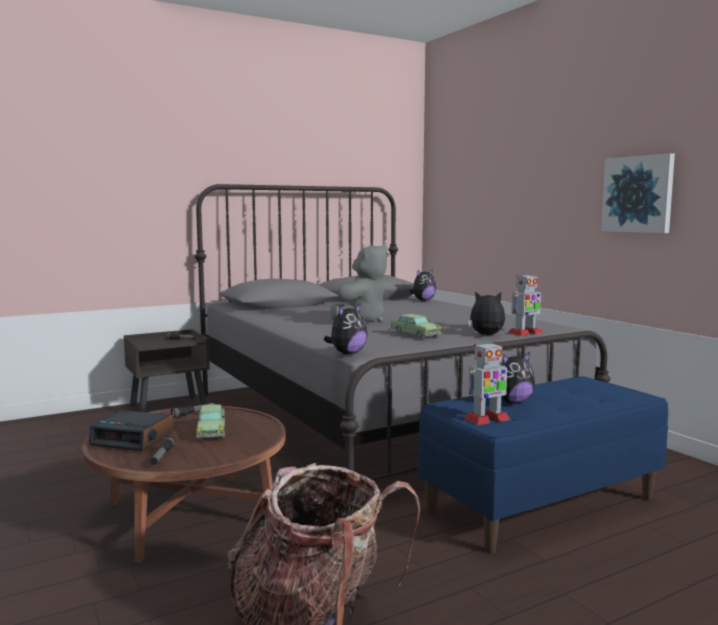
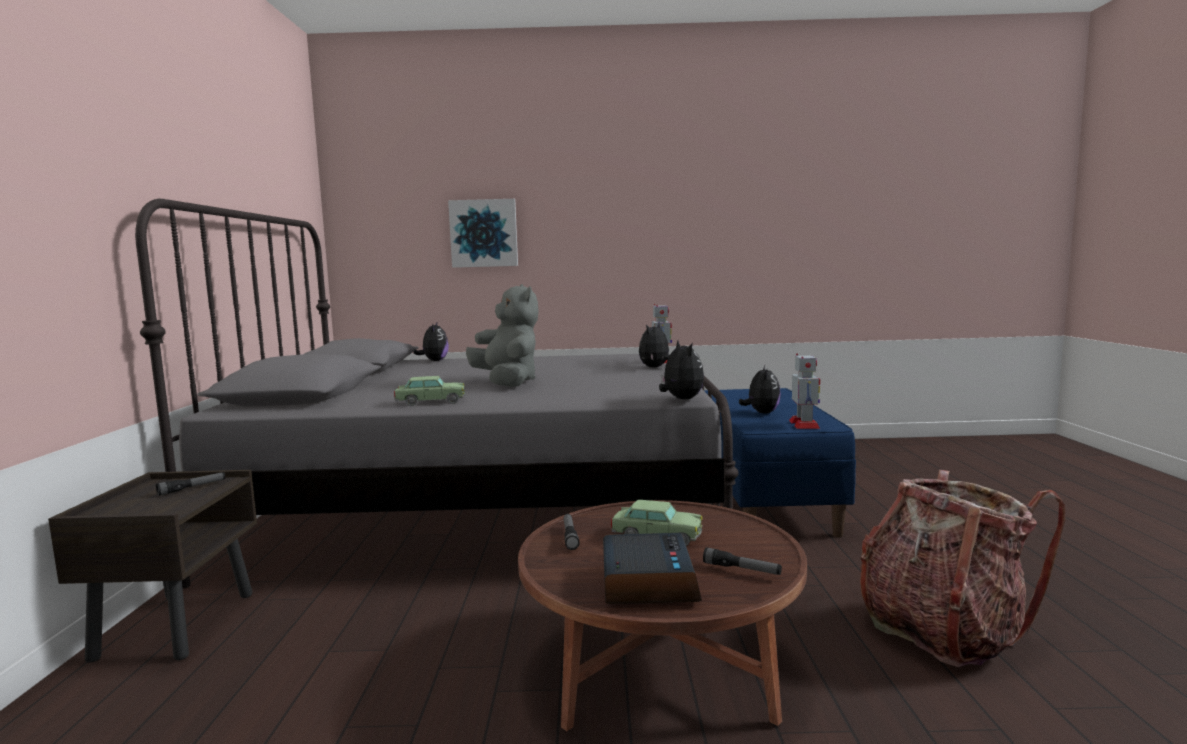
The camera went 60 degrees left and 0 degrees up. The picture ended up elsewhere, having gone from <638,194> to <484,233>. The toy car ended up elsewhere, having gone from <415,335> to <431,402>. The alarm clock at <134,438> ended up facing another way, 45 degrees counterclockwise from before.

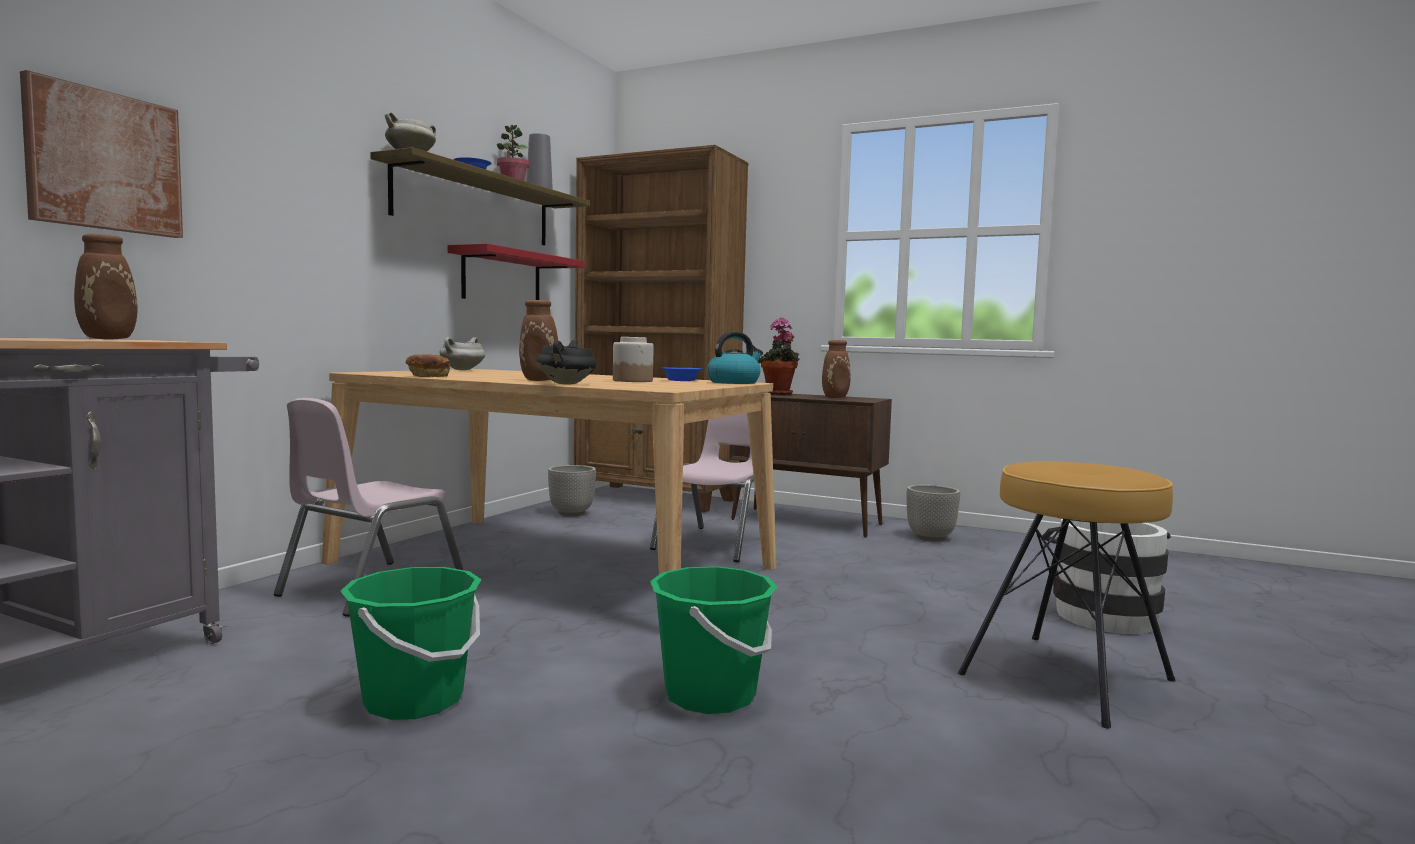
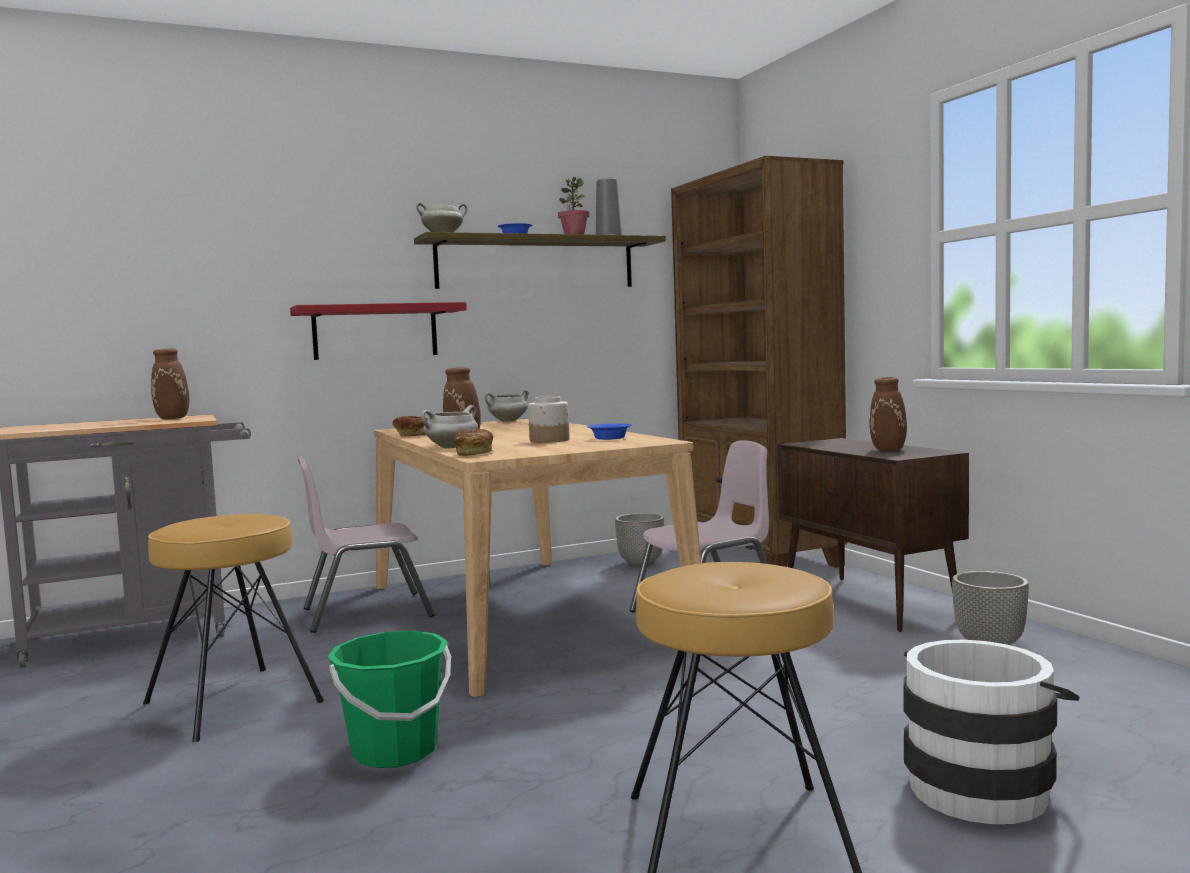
The camera went 40 degrees right and 0 degrees up. The second view lost the picture at <104,161>. The shelf (red) ended up elsewhere, having gone from <502,278> to <375,331>. The second view lost the potted plant at <778,394>. The second view lost the kettle at <734,382>. What was the cooking pot (black) at <566,384> turned into the cooking pot (white) at <451,447>. Where the bucket (green) stood at <414,700>, the stool (brown) came to stand at <234,701>. The second view gained the bread at <475,453>.

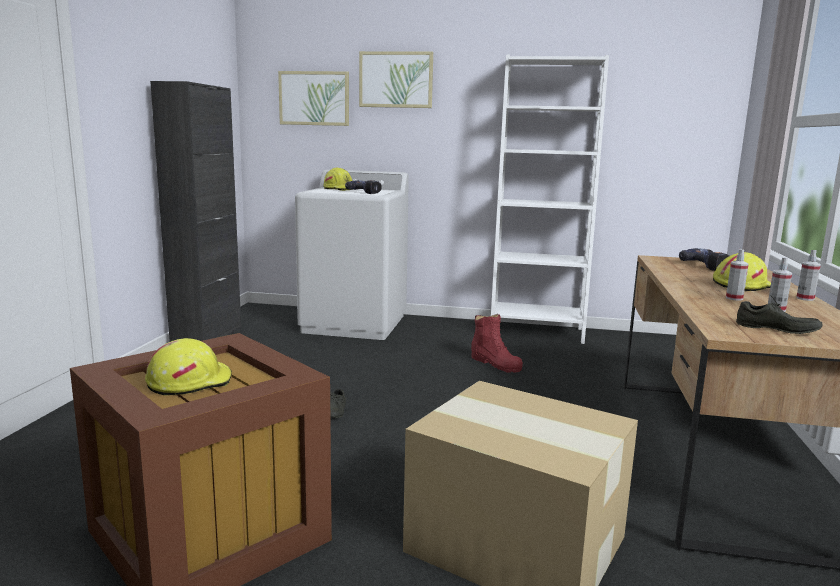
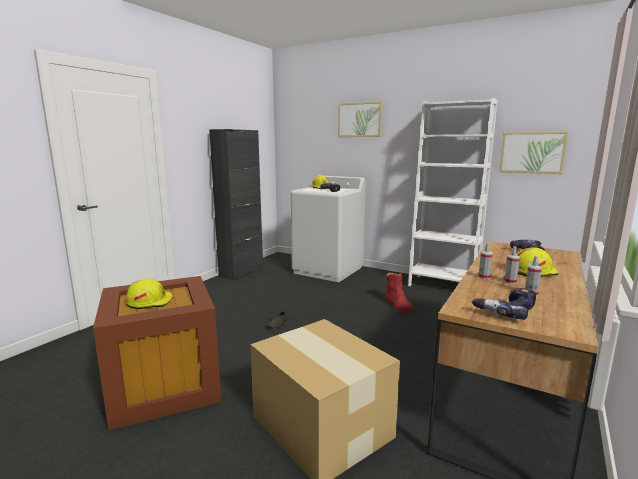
The camera went 20 degrees right and 0 degrees up. The picture ended up elsewhere, having gone from <314,98> to <532,152>. The spray bottle ended up elsewhere, having gone from <805,298> to <484,277>. Where the shoe (grey) stood at <777,329>, the power drill came to stand at <505,310>.

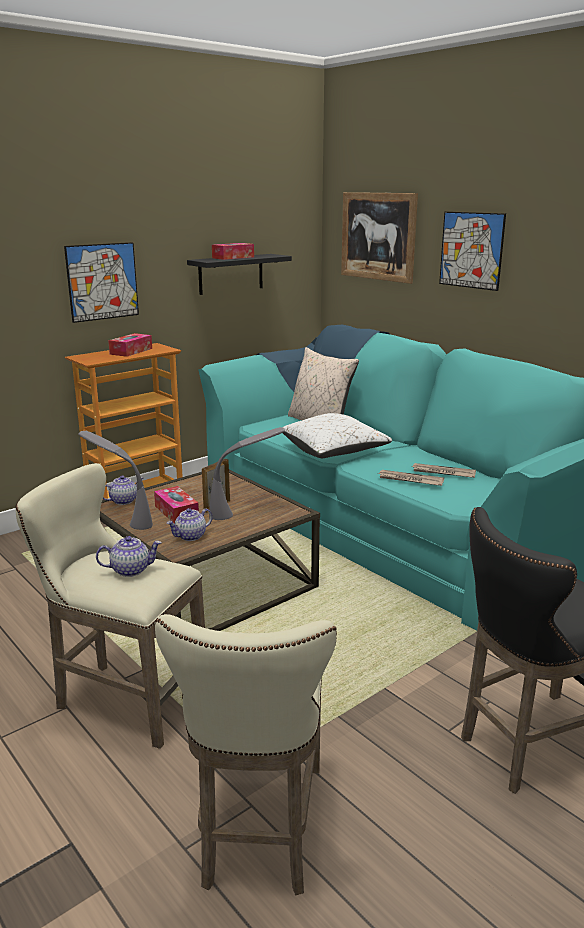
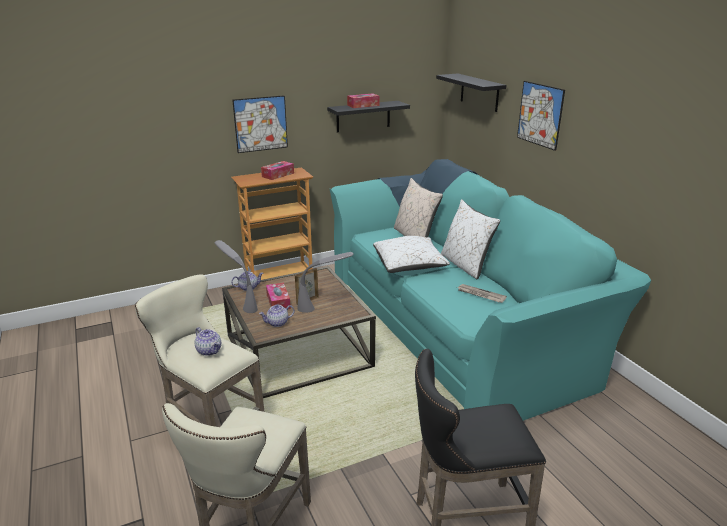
The camera went 15 degrees right and 5 degrees up. Where the picture hung at <378,236>, the shelf (black) came to hang at <479,92>. The second view lost the newspaper at <410,480>. The teapot at <131,570> ended up facing another way, 45 degrees clockwise from before. The second view gained the pillow (white) at <465,265>.

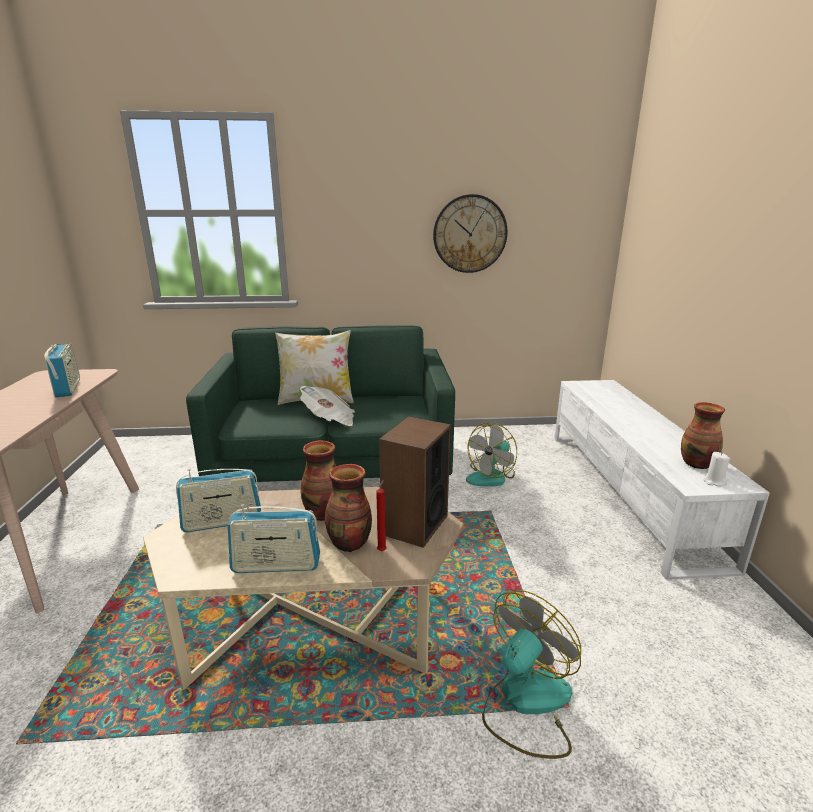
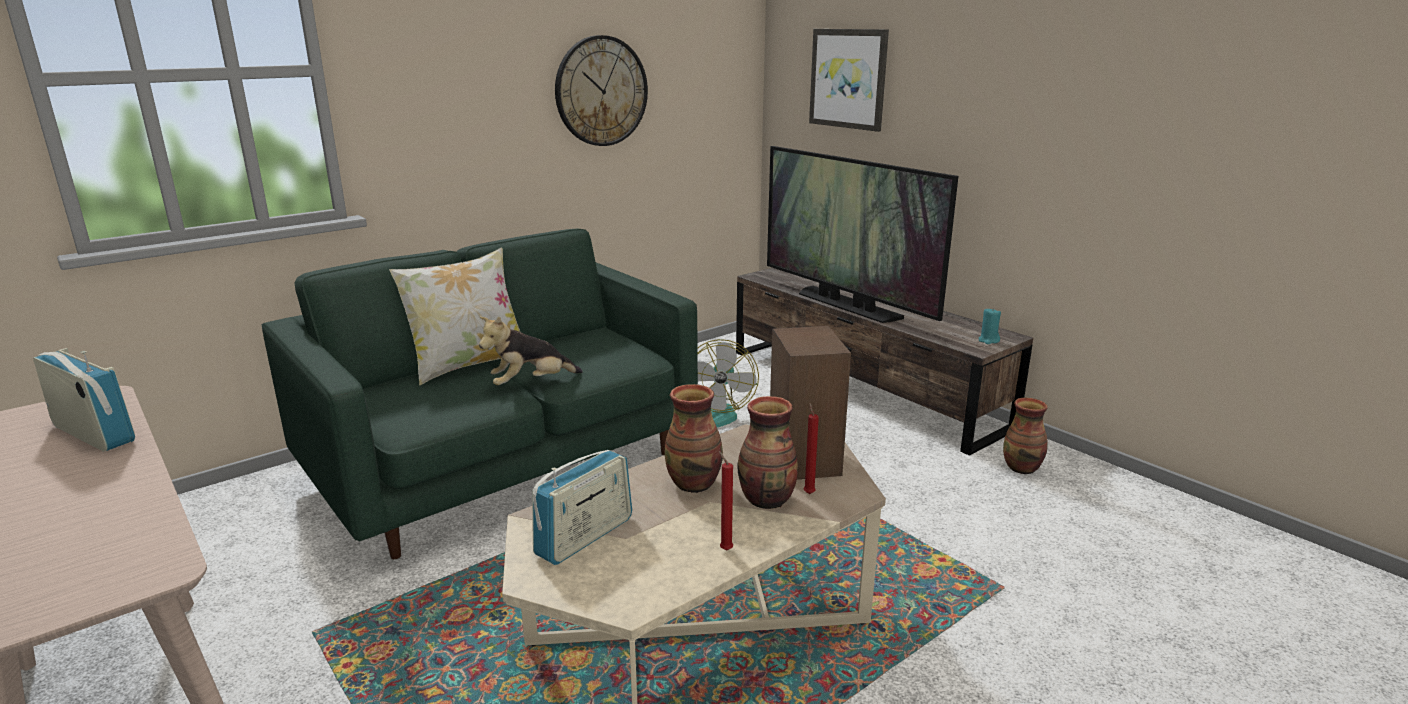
The camera went 35 degrees left and 0 degrees up. What was the tv stand (white) at <628,492> turned into the tv stand (brown) at <863,388>. Where the newspaper stood at <329,419>, the plush toy came to stand at <530,383>. The vase ended up elsewhere, having gone from <697,464> to <1022,468>. What was the candle (white) at <714,482> turned into the candle (turquoise) at <988,340>. Where the radio stood at <276,565>, the candle (red) came to stand at <724,549>. The second view lost the fan at <526,703>. The second view gained the picture at <848,79>. The second view gained the television at <847,305>.

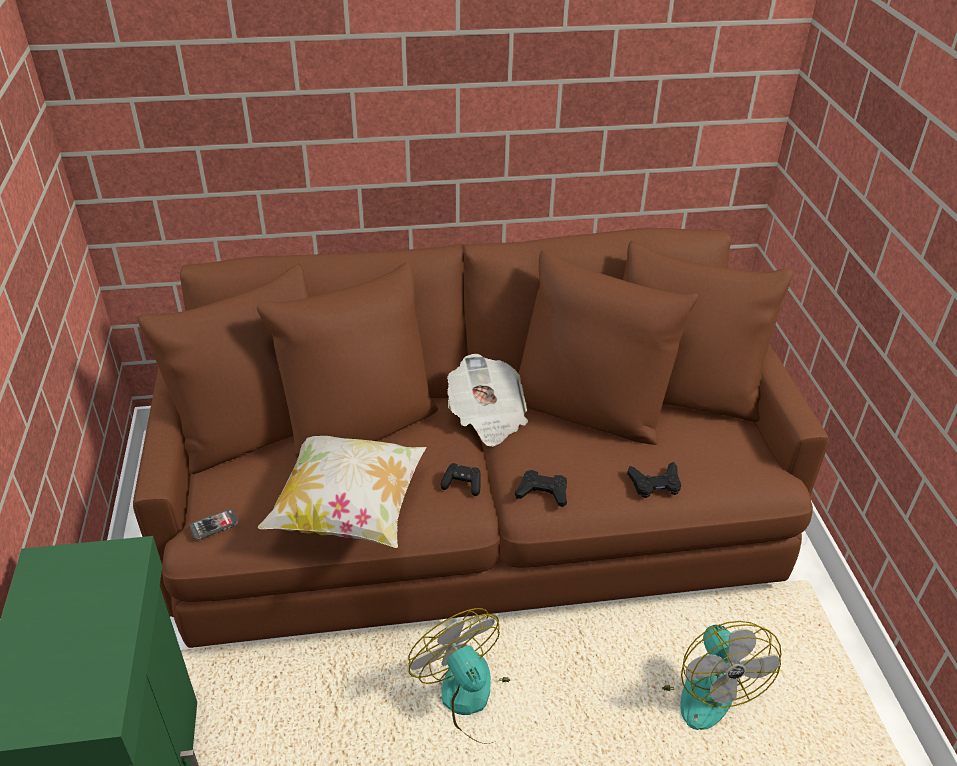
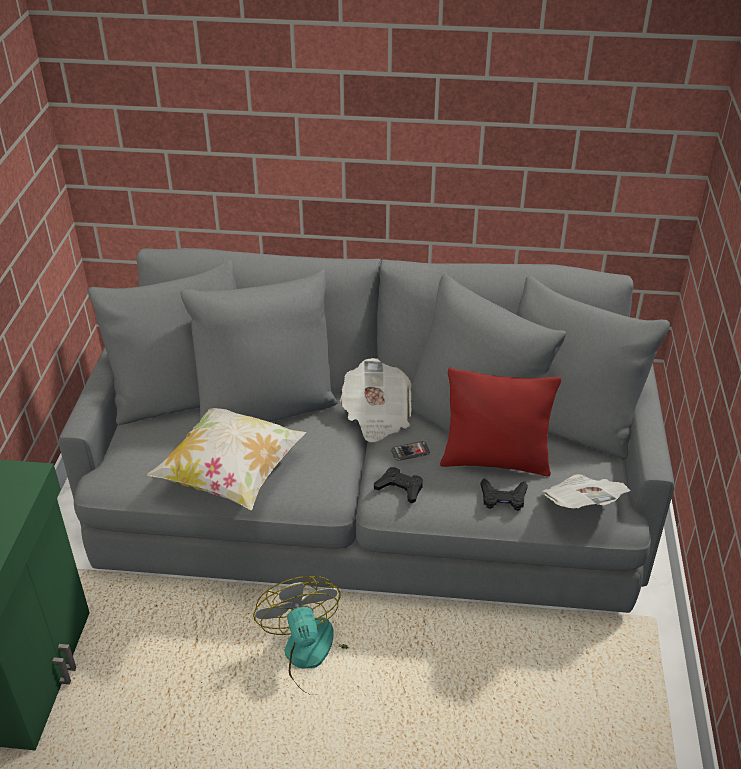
The camera went 15 degrees right and 0 degrees up. What was the sofa (brown) at <475,504> turned into the sofa (grey) at <370,495>. The second view lost the game controller (black) at <462,485>. The phone ended up elsewhere, having gone from <214,525> to <410,452>. The second view lost the fan at <699,684>. The second view gained the pillow (red) at <495,461>. The second view gained the newspaper at <582,506>.

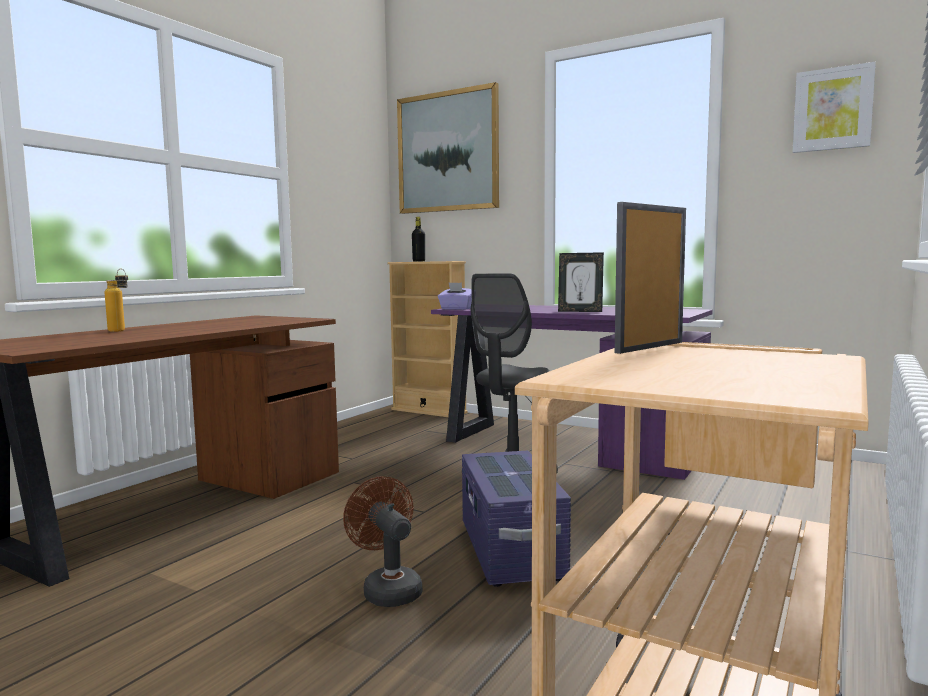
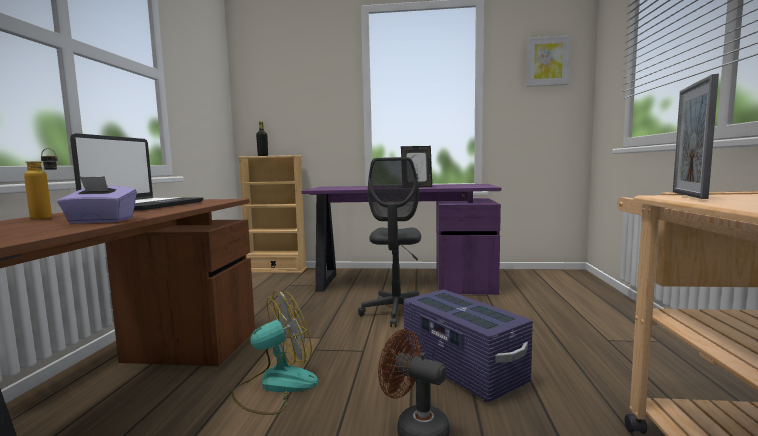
The camera went 25 degrees left and 0 degrees up. The second view lost the picture at <448,152>. The tissue box (purple) ended up elsewhere, having gone from <456,309> to <101,221>. The second view gained the laptop at <145,206>. The second view gained the fan at <275,386>.

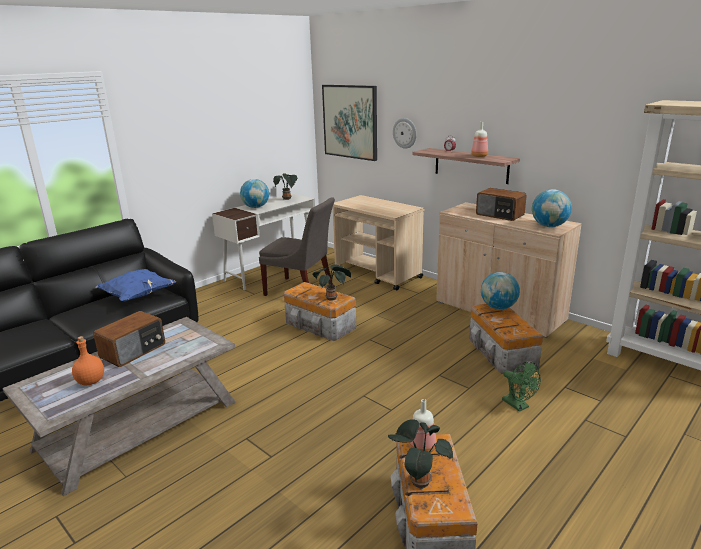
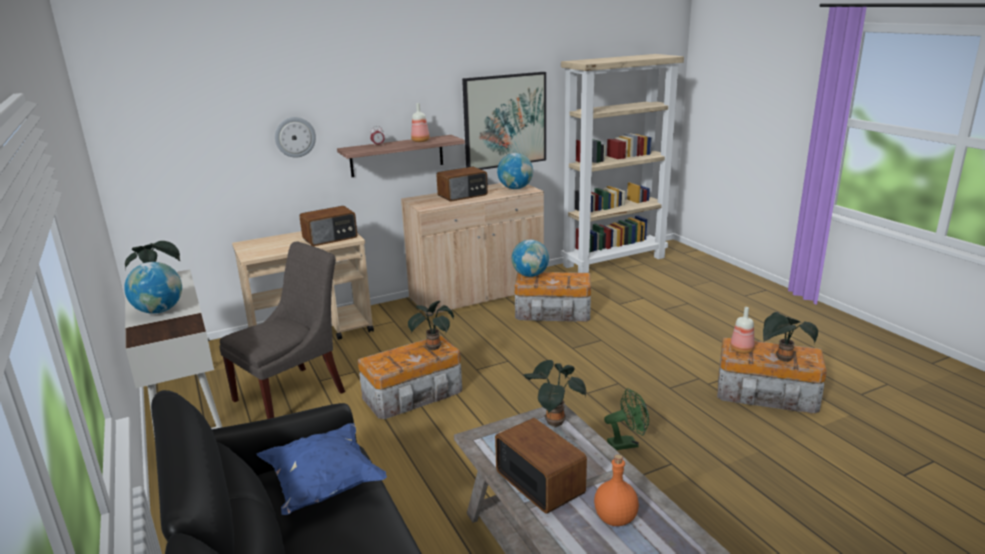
The camera went 70 degrees left and 0 degrees up. The picture ended up elsewhere, having gone from <350,121> to <505,121>. The fan (green) ended up elsewhere, having gone from <518,405> to <627,443>. The second view gained the radio at <330,238>. The second view gained the potted plant at <553,421>.

